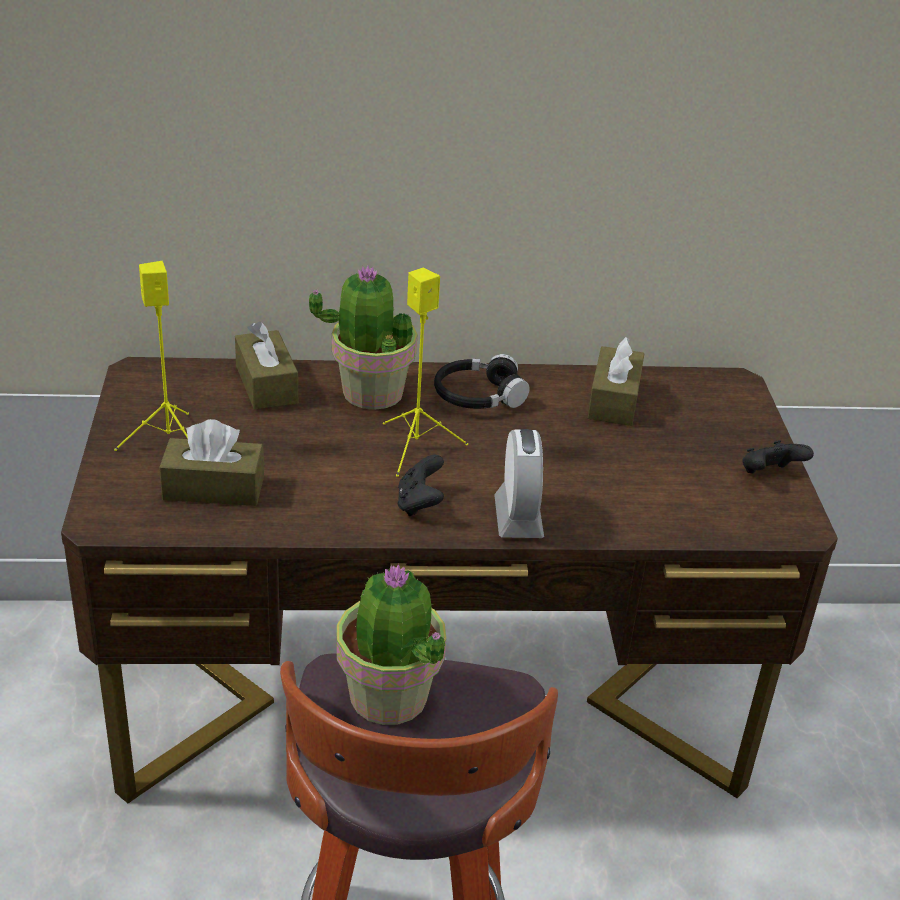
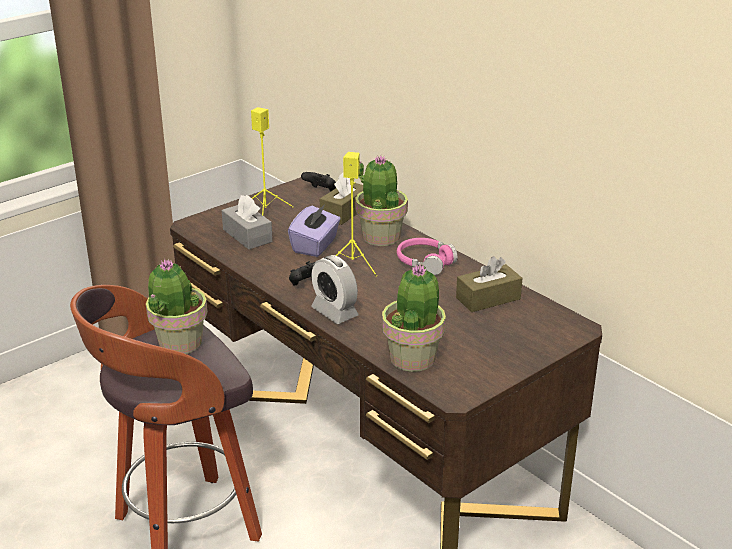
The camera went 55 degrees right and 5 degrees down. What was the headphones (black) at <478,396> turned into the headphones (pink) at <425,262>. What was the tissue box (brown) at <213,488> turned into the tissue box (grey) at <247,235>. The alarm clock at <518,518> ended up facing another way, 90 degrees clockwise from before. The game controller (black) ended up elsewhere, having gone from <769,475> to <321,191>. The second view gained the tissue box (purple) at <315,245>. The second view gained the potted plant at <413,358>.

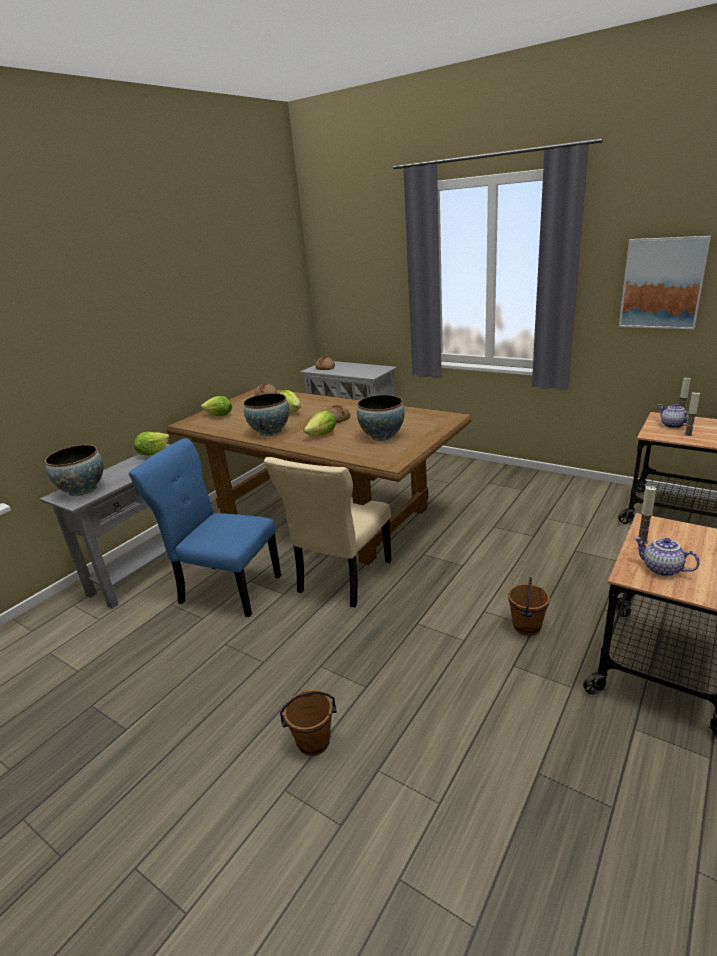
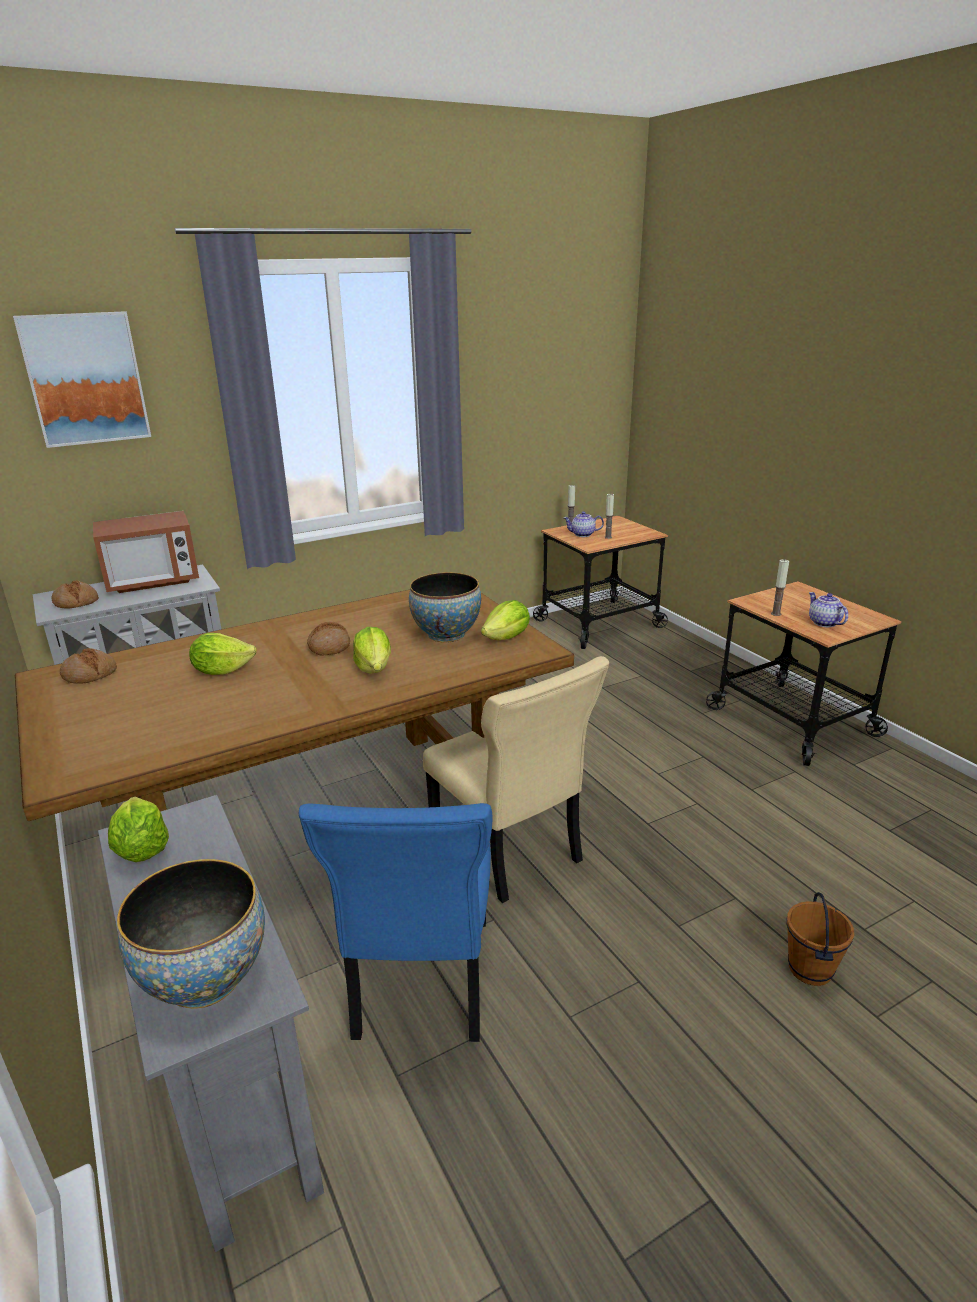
The camera went 65 degrees left and 0 degrees up. The picture ended up elsewhere, having gone from <662,283> to <85,379>. The second view lost the bowl at <270,432>. The lettuce ended up elsewhere, having gone from <219,416> to <507,638>. The chair (blue) at <227,588> ended up facing another way, 45 degrees counterclockwise from before. The teapot at <661,569> ended up facing another way, 90 degrees clockwise from before. The second view lost the bucket (brown) at <527,627>. The second view gained the microwave at <153,581>.

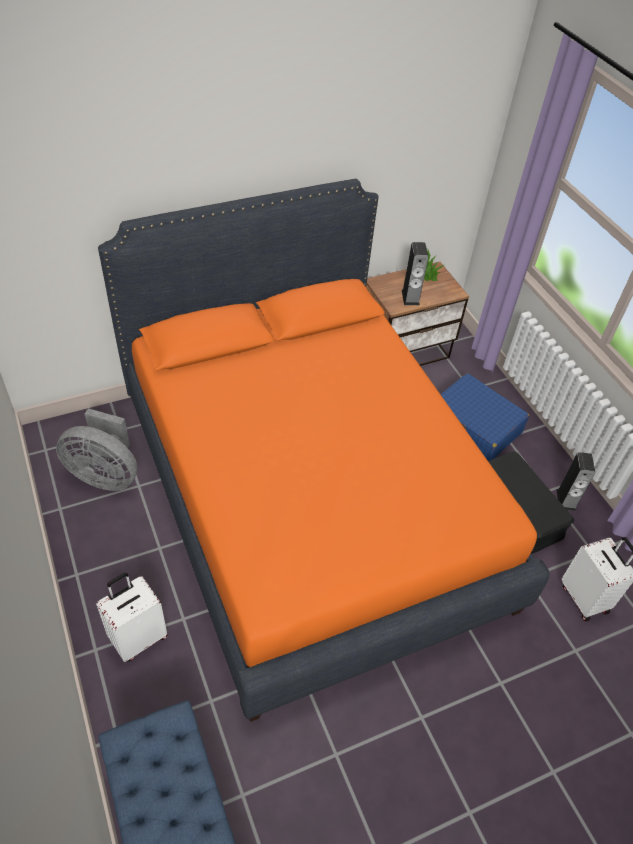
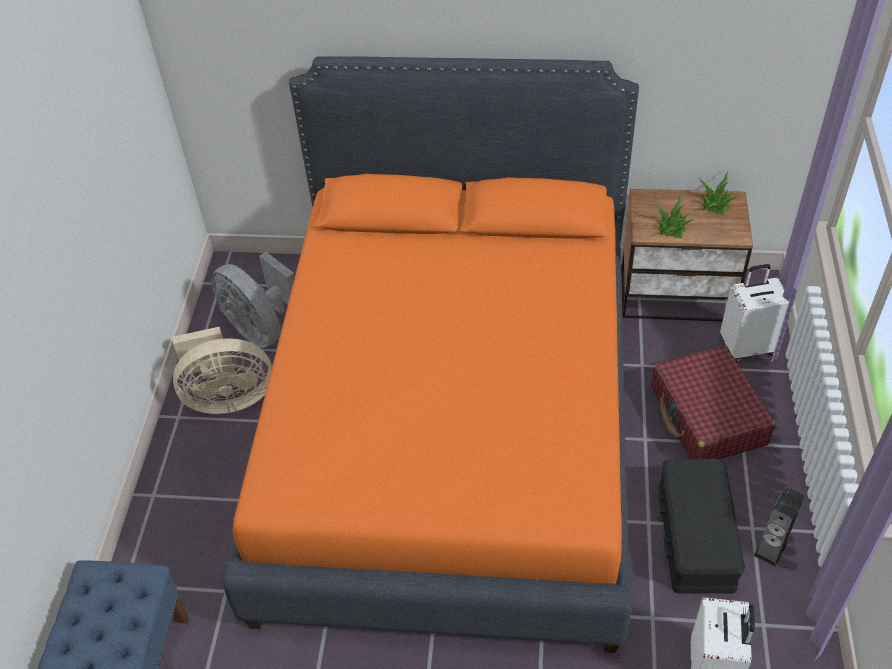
The camera went 35 degrees right and 0 degrees up. Where the speaker stood at <410,297>, the potted plant came to stand at <672,226>. What was the suitcase (blue) at <474,427> turned into the suitcase (red) at <707,416>. The suitcase (white) ended up elsewhere, having gone from <138,637> to <747,346>. The second view gained the fan (beige) at <228,398>.

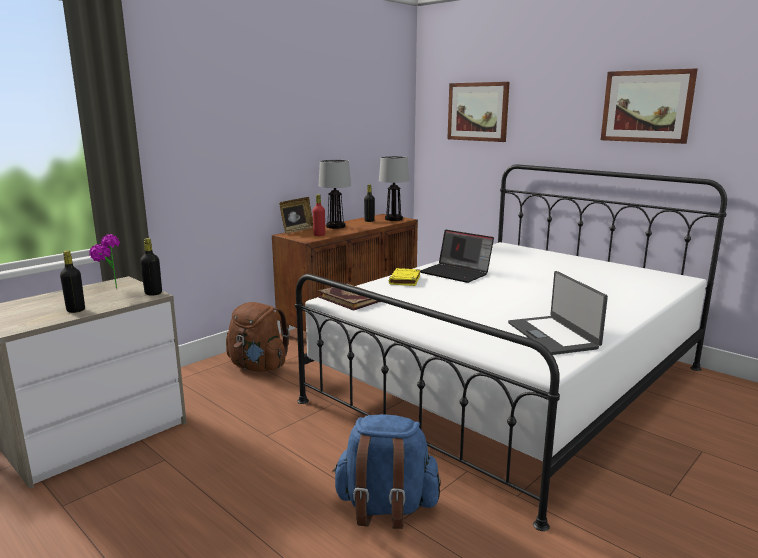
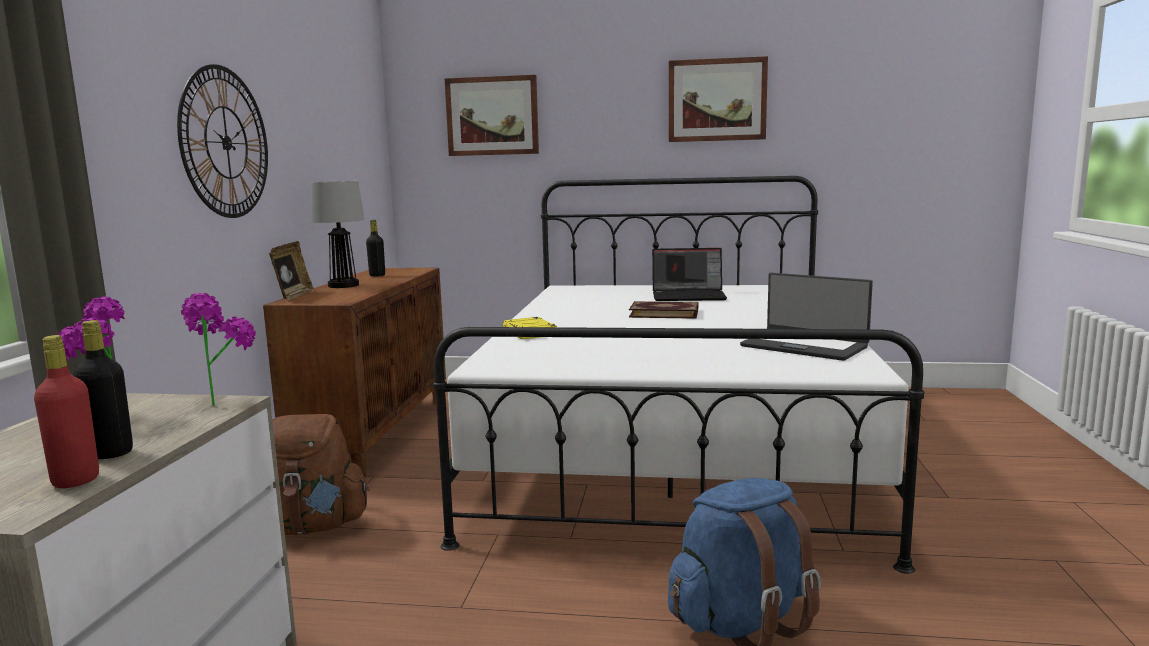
The camera went 35 degrees left and 5 degrees down. The second view lost the table lamp at <393,219>. The bottle (red) ended up elsewhere, having gone from <319,235> to <76,480>. The laptop ended up elsewhere, having gone from <456,273> to <689,296>. Where the bottle (black) stood at <153,293>, the potted plant came to stand at <223,401>. The book ended up elsewhere, having gone from <351,299> to <664,313>. The second view gained the wall clock at <226,142>.

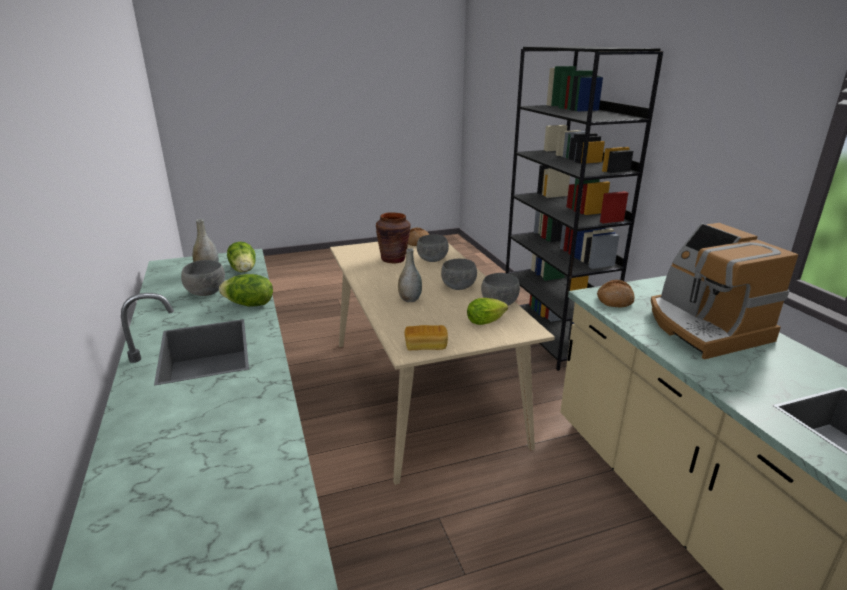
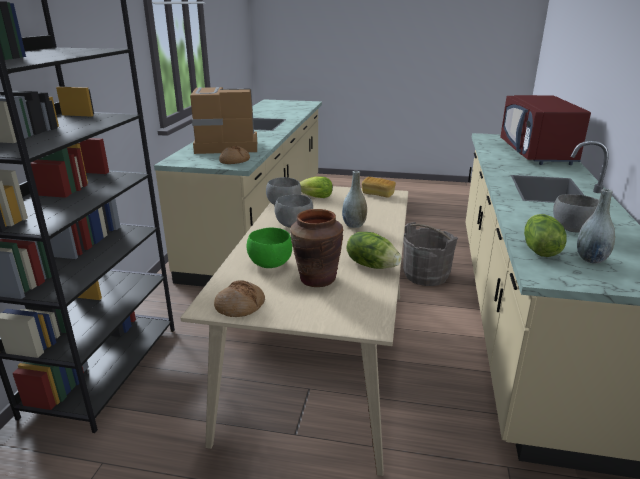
The camera went 150 degrees left and 0 degrees up. The coffee machine at <703,327> ended up facing another way, 105 degrees counterclockwise from before. What was the bowl (grey) at <432,260> turned into the bowl (green) at <270,264>. The lettuce ended up elsewhere, having gone from <249,304> to <371,265>. The second view gained the microwave (red) at <537,153>. The second view gained the bucket (grey) at <425,275>.

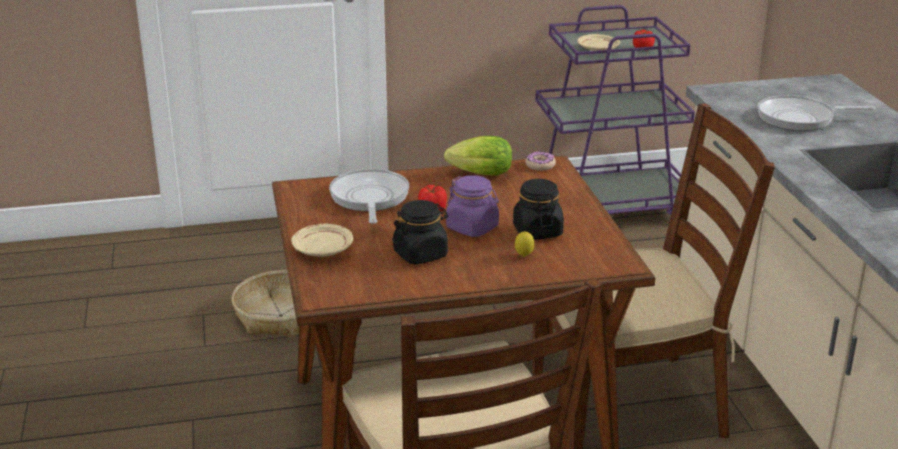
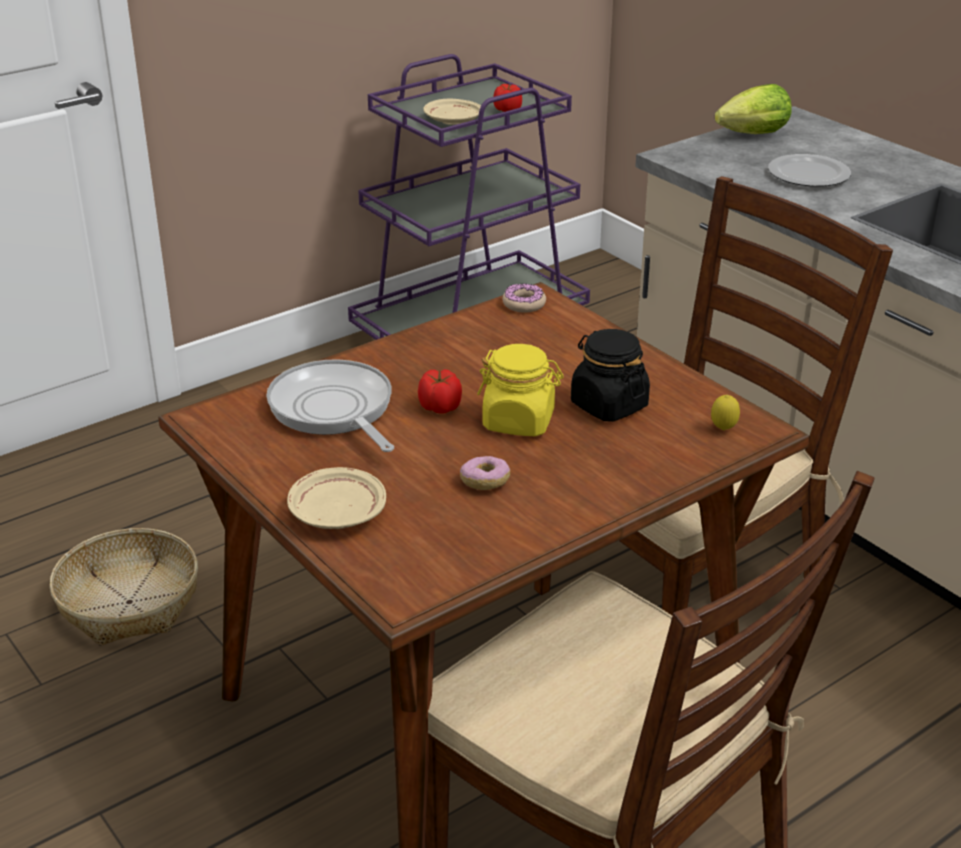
The camera went 25 degrees left and 5 degrees up. Where the frying pan stood at <800,118>, the plate came to stand at <810,175>. The lettuce ended up elsewhere, having gone from <477,174> to <749,135>. What was the jar (purple) at <472,228> turned into the jar (yellow) at <519,421>. Where the jar (black) stood at <420,254>, the donut came to stand at <485,482>. The lemon ended up elsewhere, having gone from <524,256> to <723,429>.

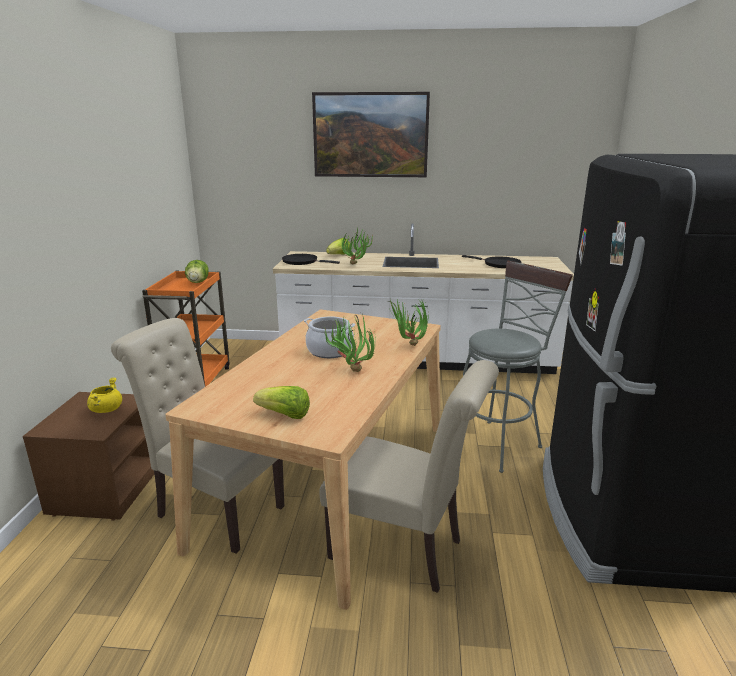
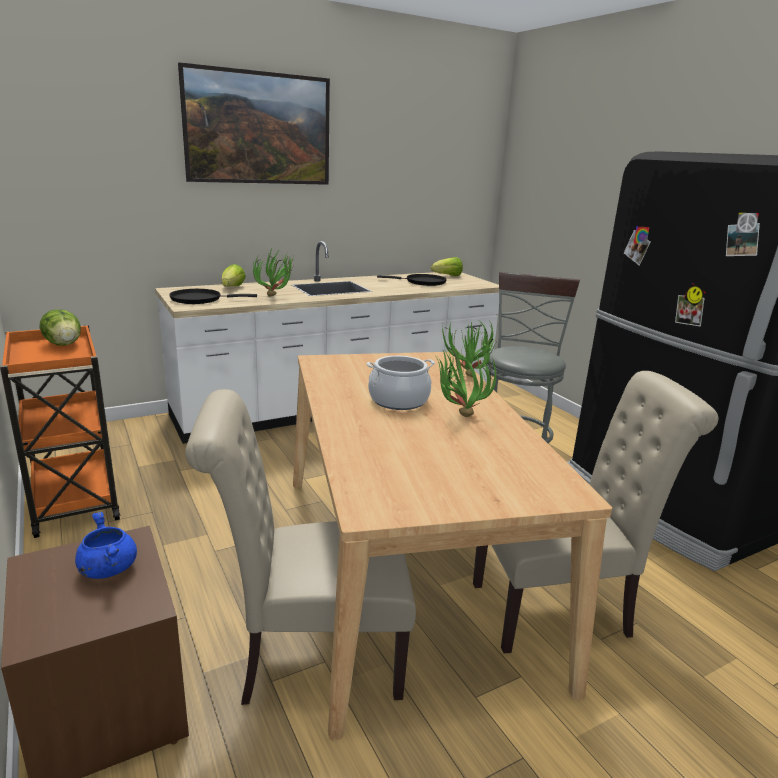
The camera went 35 degrees left and 0 degrees up. What was the cooking pot (yellow) at <106,409> turned into the cooking pot (blue) at <107,568>. The lettuce ended up elsewhere, having gone from <284,415> to <448,276>.

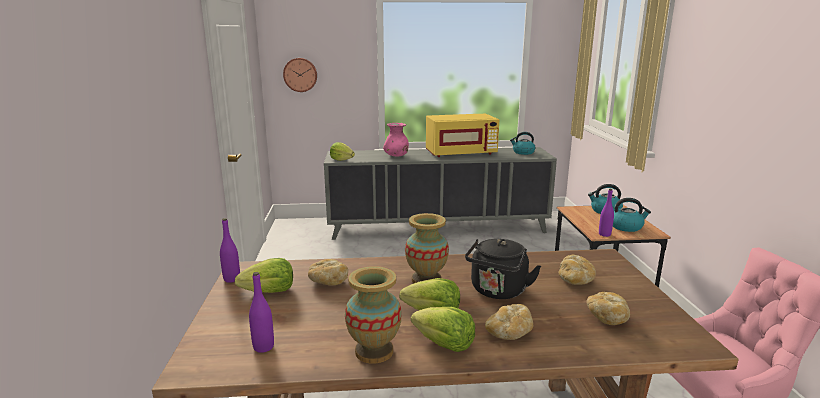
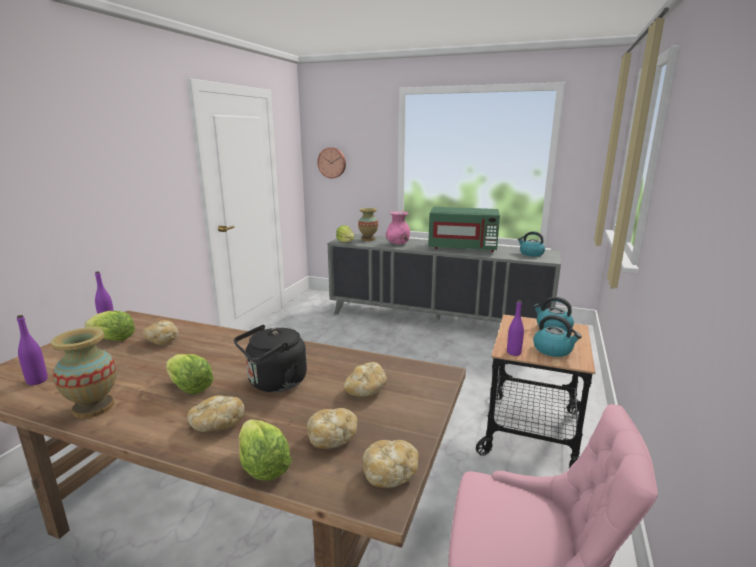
The camera went 25 degrees right and 0 degrees up. What was the microwave (yellow) at <461,153> turned into the microwave (green) at <463,248>. The vase ended up elsewhere, having gone from <426,280> to <368,239>. The lettuce ended up elsewhere, having gone from <444,344> to <262,466>. The second view gained the bread at <390,474>.

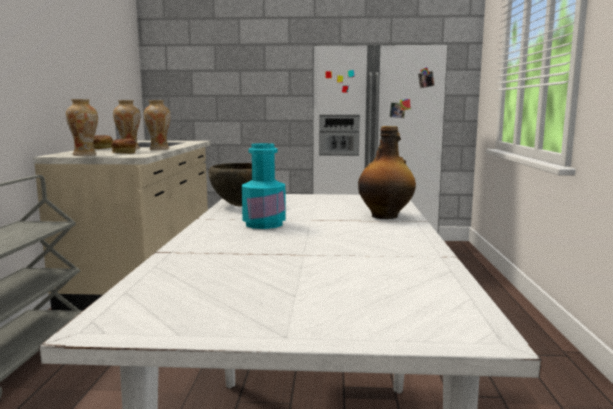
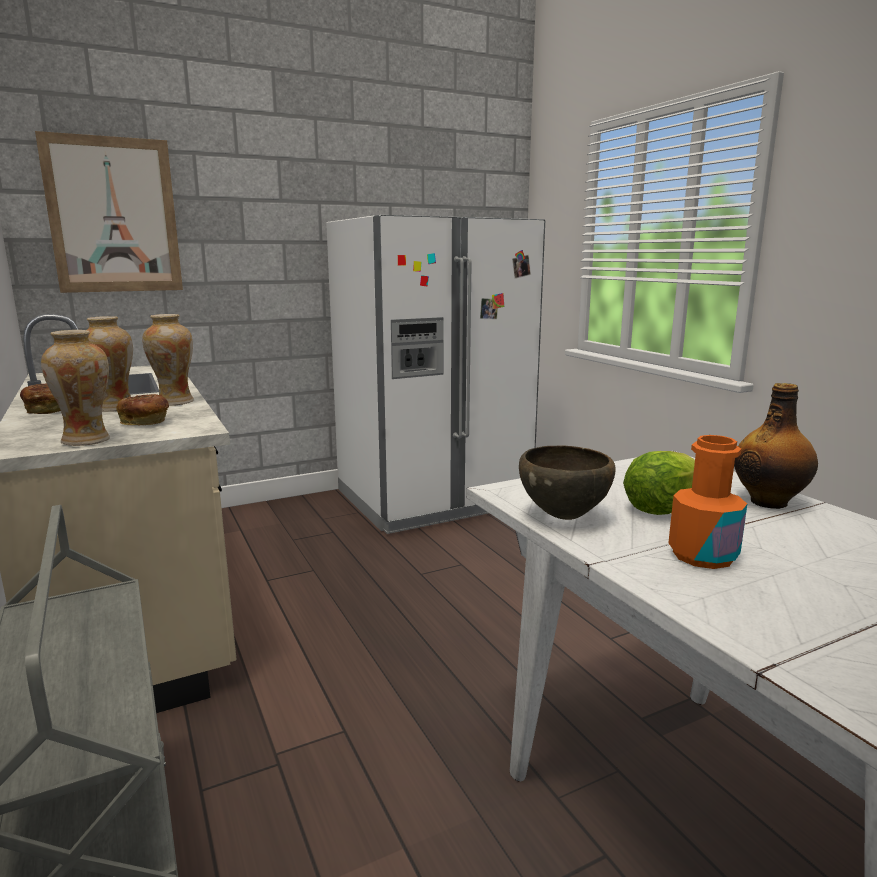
The camera went 30 degrees left and 5 degrees up. What was the bottle (turquoise) at <264,224> turned into the bottle (orange) at <702,555>. The second view gained the picture at <114,216>. The second view gained the lettuce at <661,508>.

